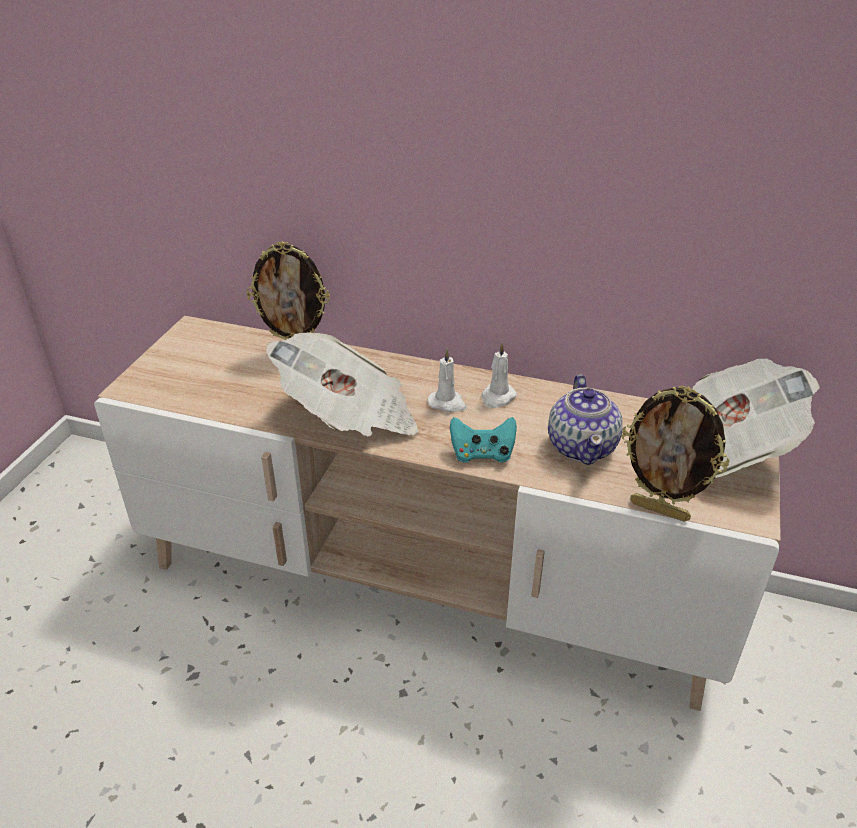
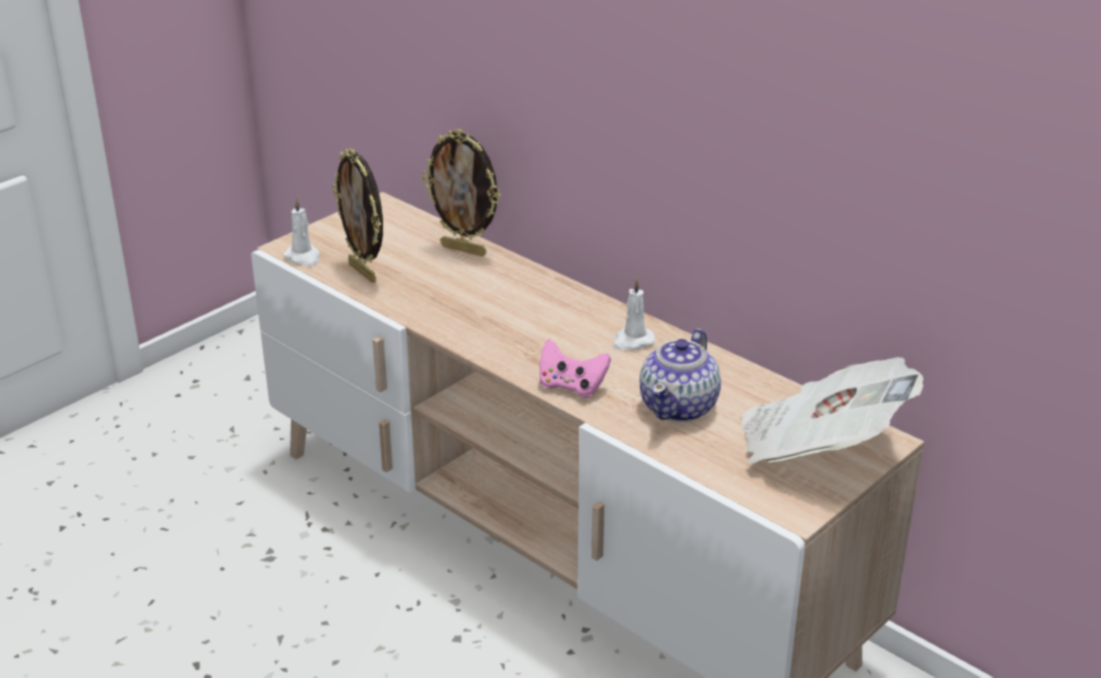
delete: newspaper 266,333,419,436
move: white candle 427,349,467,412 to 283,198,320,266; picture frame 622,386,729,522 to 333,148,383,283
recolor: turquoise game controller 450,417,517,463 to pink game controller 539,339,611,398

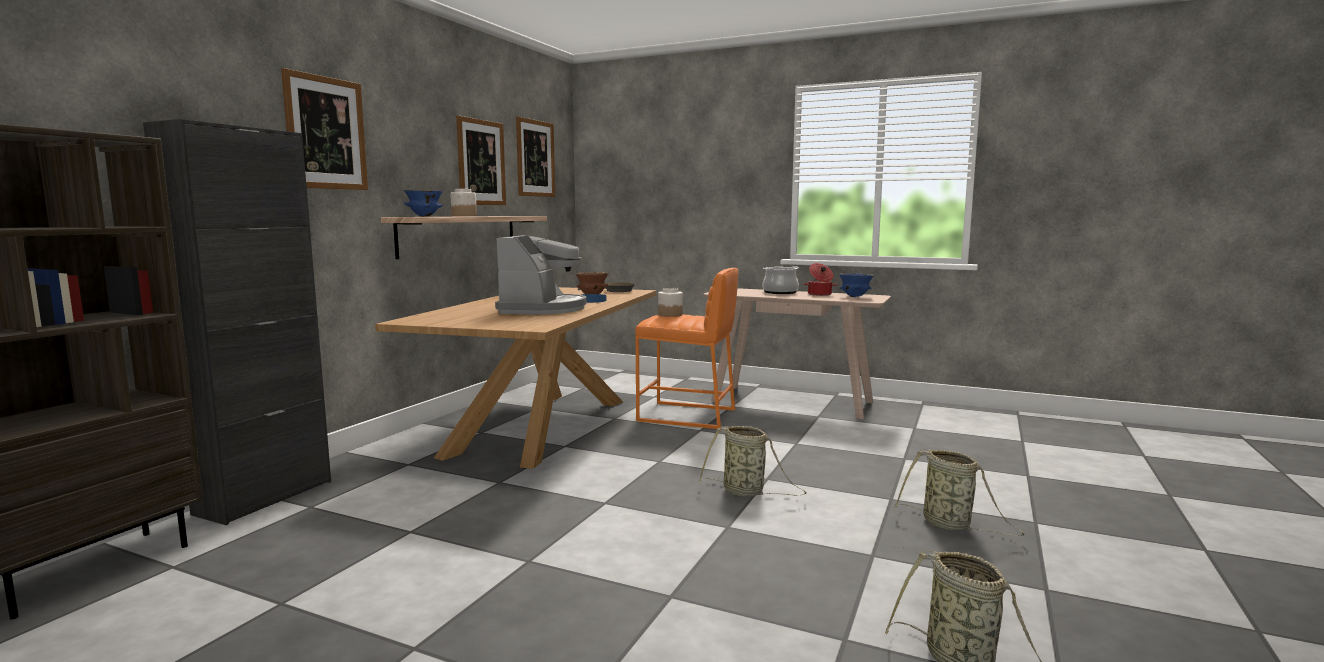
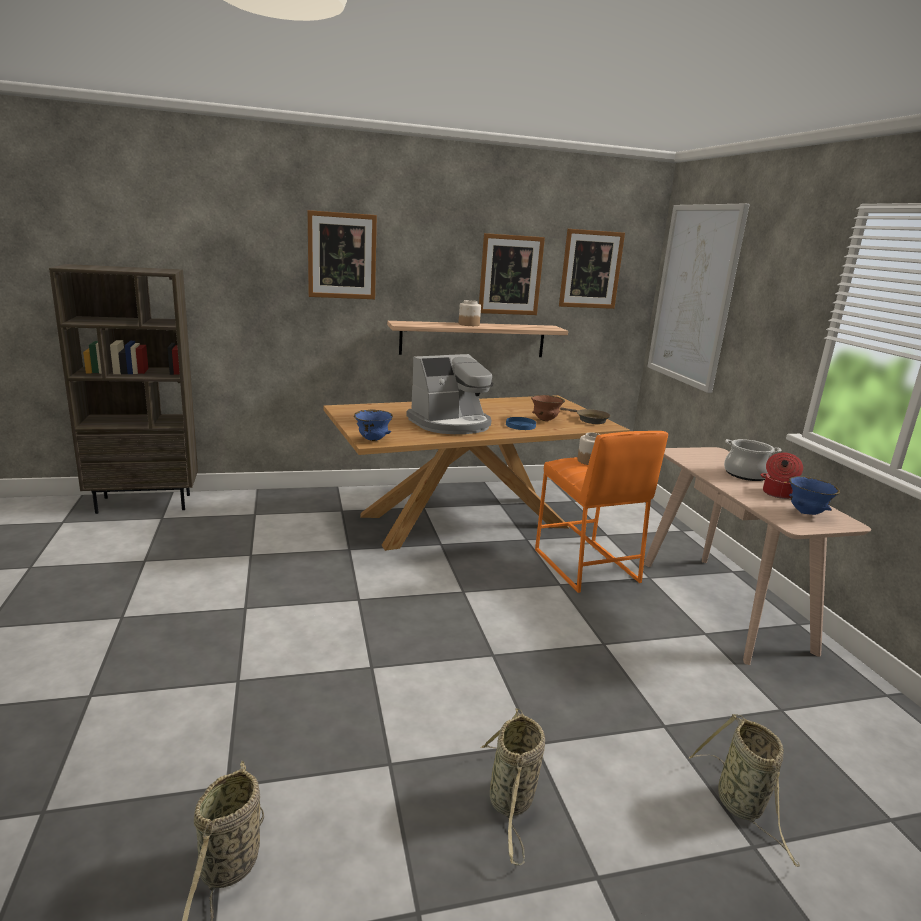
delete: black cabinet 143,119,331,525
insert: picture 647,204,750,393
move: blue bowl 404,190,443,217 to 354,410,393,441; basket 699,426,806,497 to 689,714,800,867

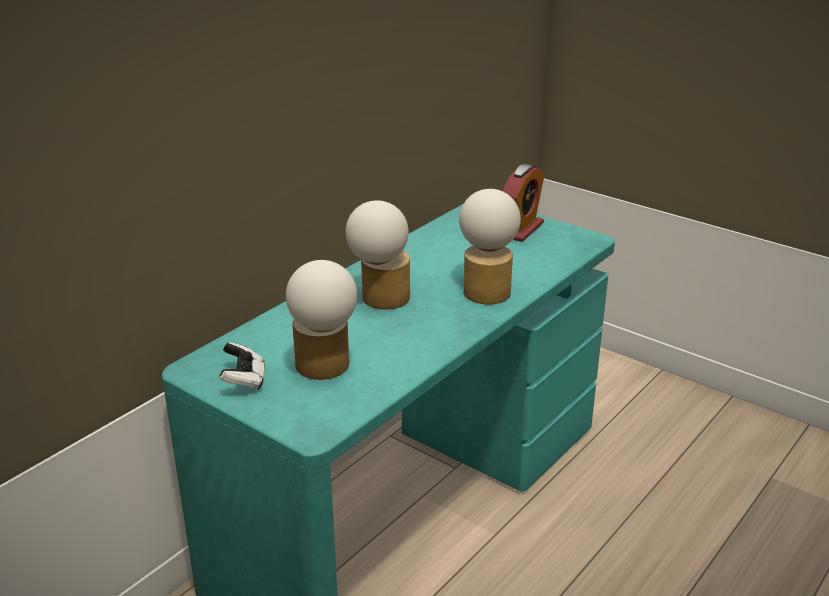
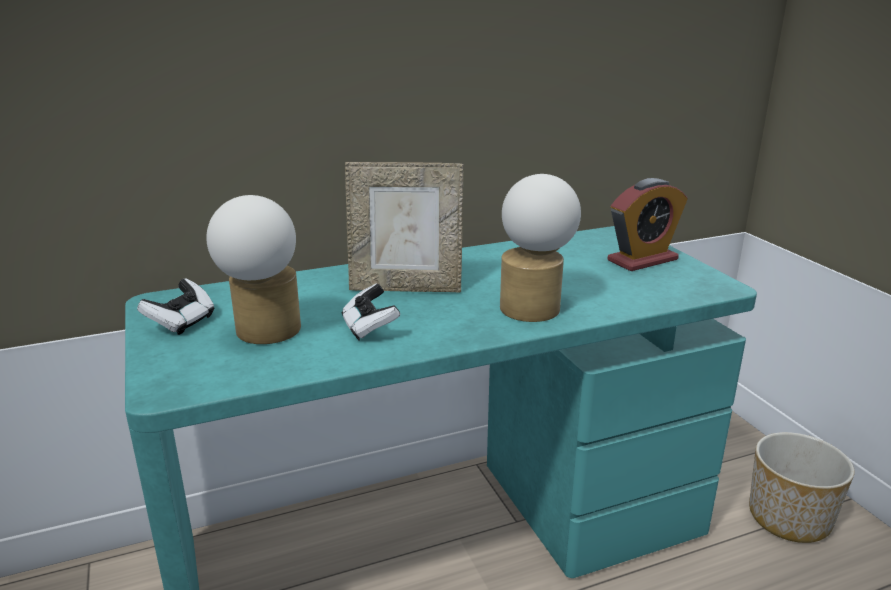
insert: game controller 342,284,400,340; planter 749,432,855,543
replace: table lamp 346,200,410,310 to picture frame 345,162,464,292

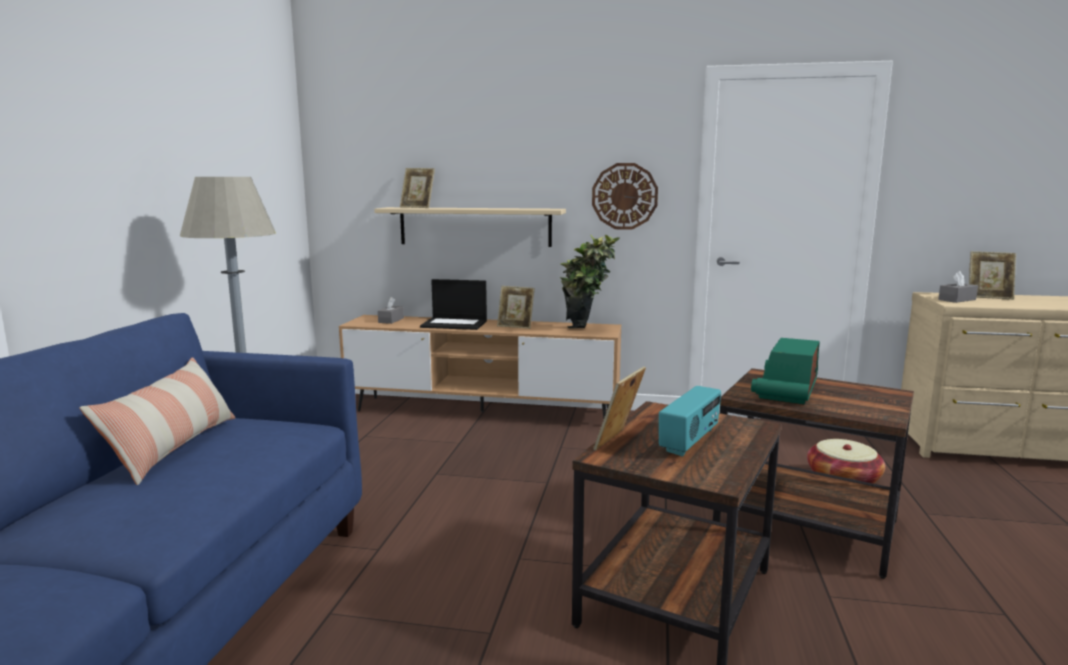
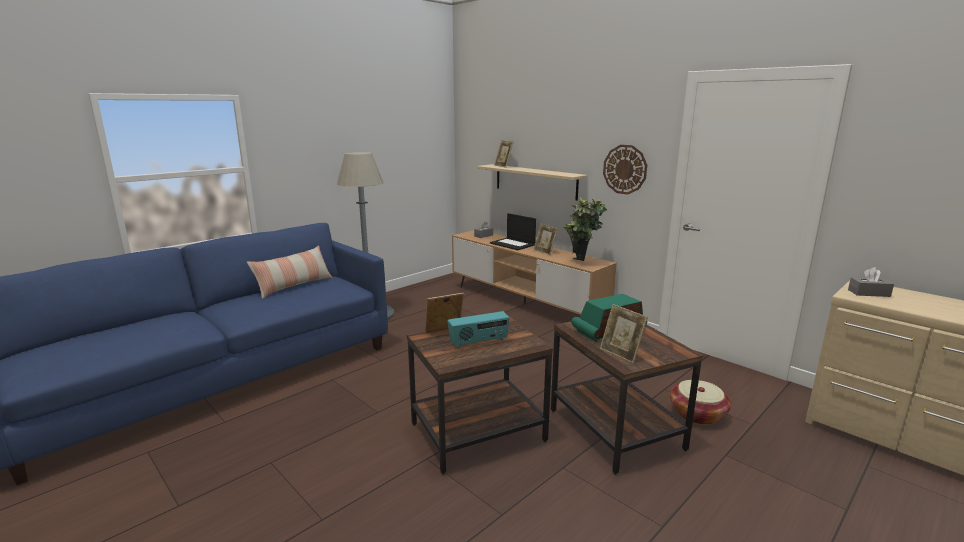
move: picture frame 969,251,1016,299 to 600,304,648,364

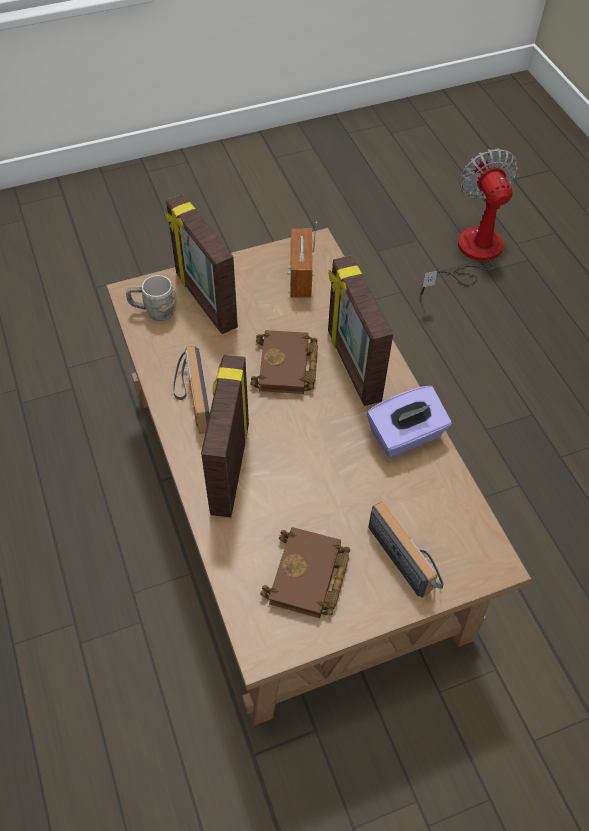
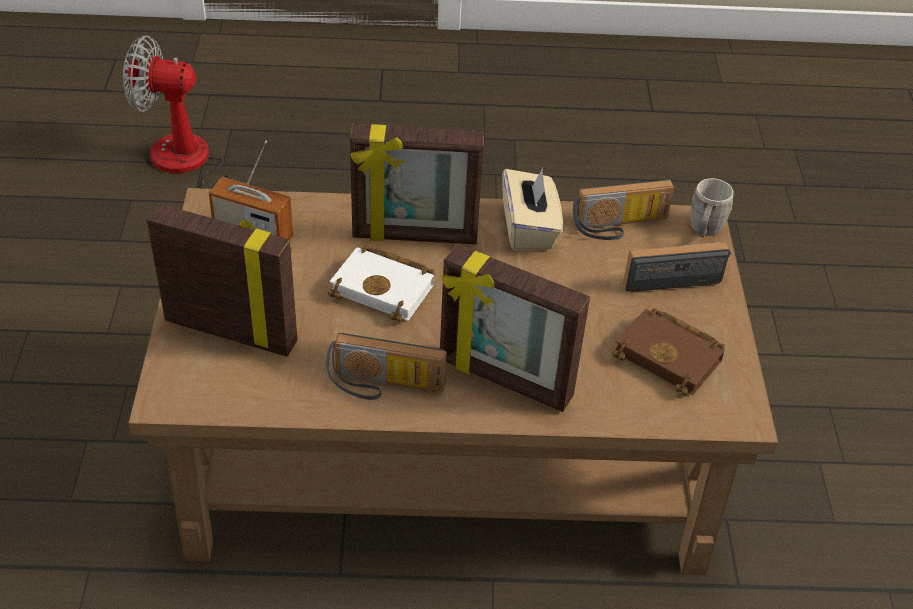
insert: radio 573,180,674,240
move: grey mug 126,275,176,321 to 690,178,734,237
recolor: brown book 250,330,318,394 to white book 328,246,435,322; purple tissue box 367,386,452,458 to beige tissue box 502,168,563,250
rotate: picture frame 164,194,238,334 = 146,204,298,357 150 degrees counterclockwise

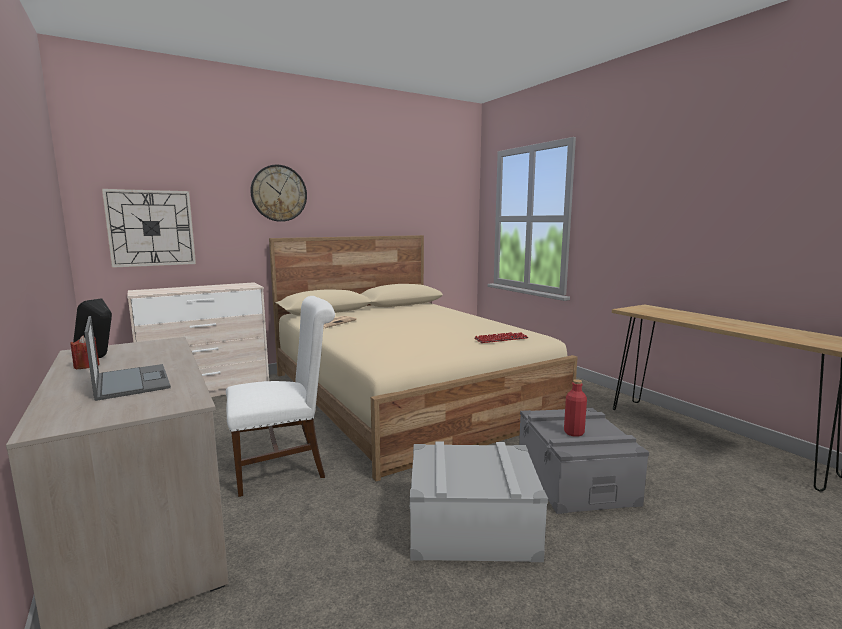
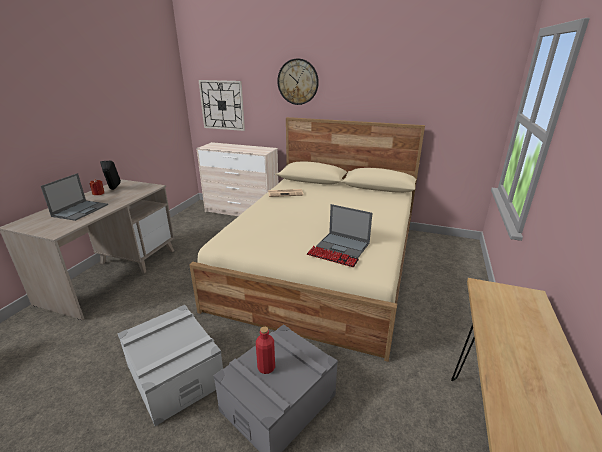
delete: white chair 226,296,335,497
insert: laptop 316,204,372,258

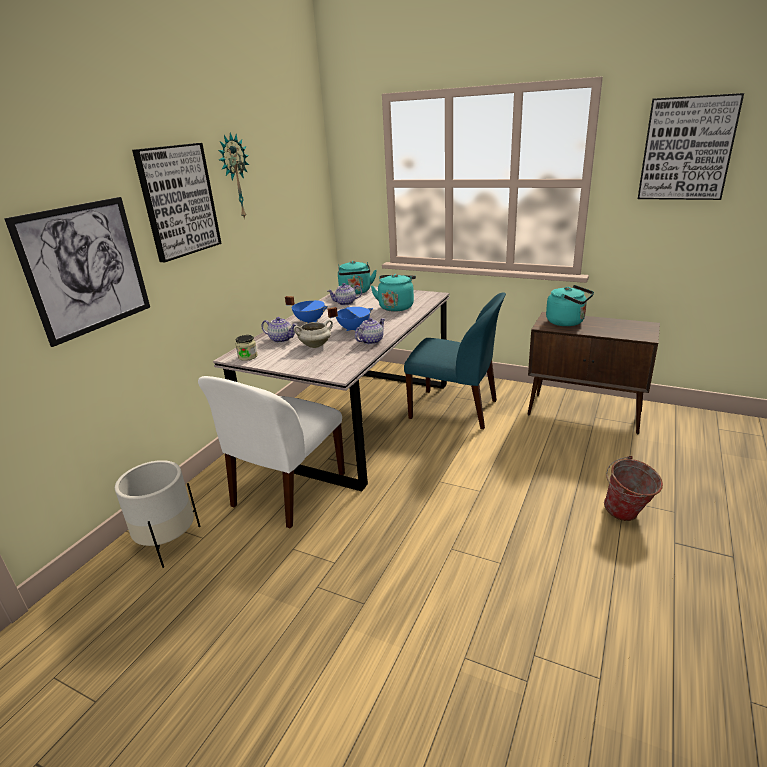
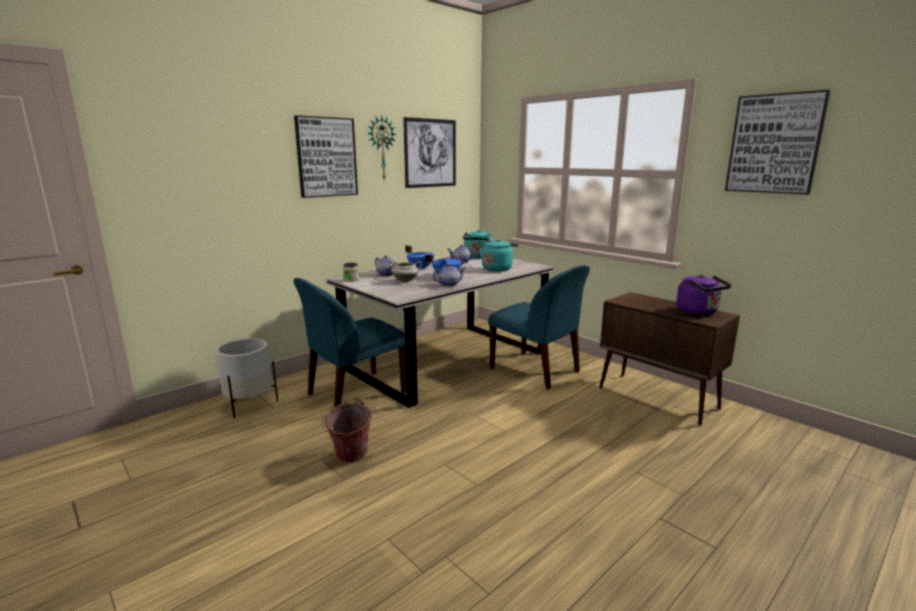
delete: turquoise kettle 546,285,594,326
insert: purple kettle 676,274,731,315
move: picture 4,197,150,347 to 403,117,456,188; bucket 604,456,663,521 to 322,401,372,462
recolor: white chair 198,376,345,529 to blue chair 293,278,406,407

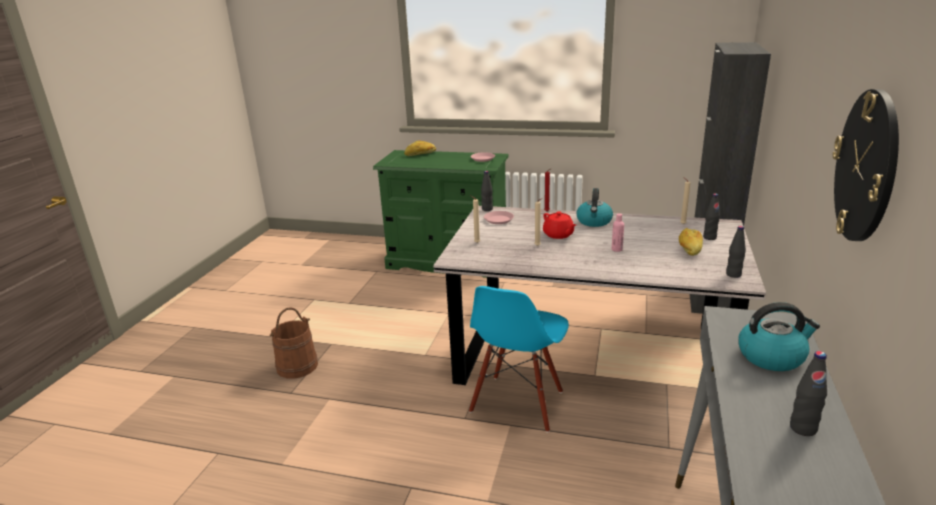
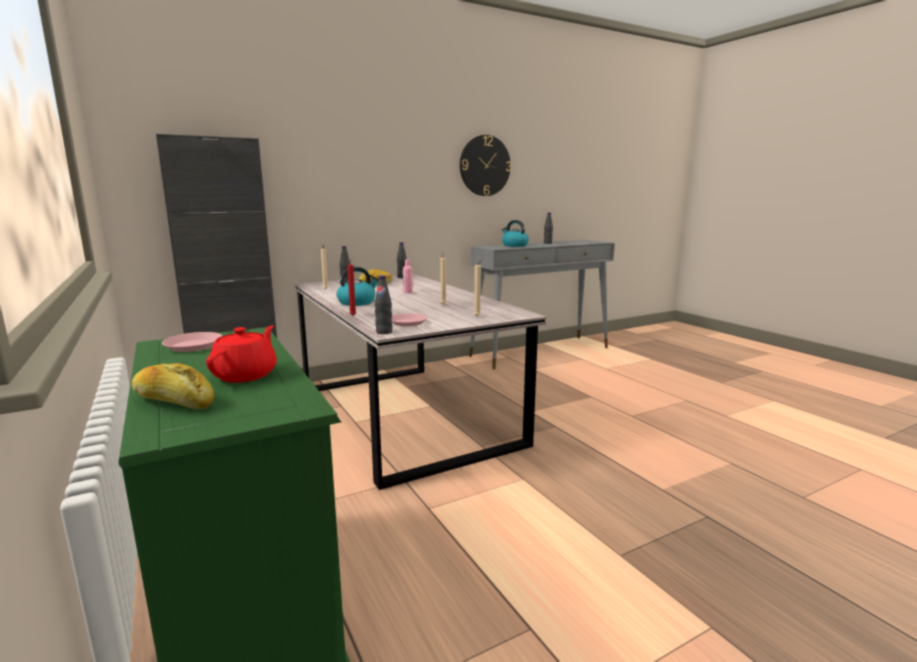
delete: brown bucket 269,307,318,379; blue chair 469,286,569,433
move: red teapot 543,211,576,239 to 206,325,277,383

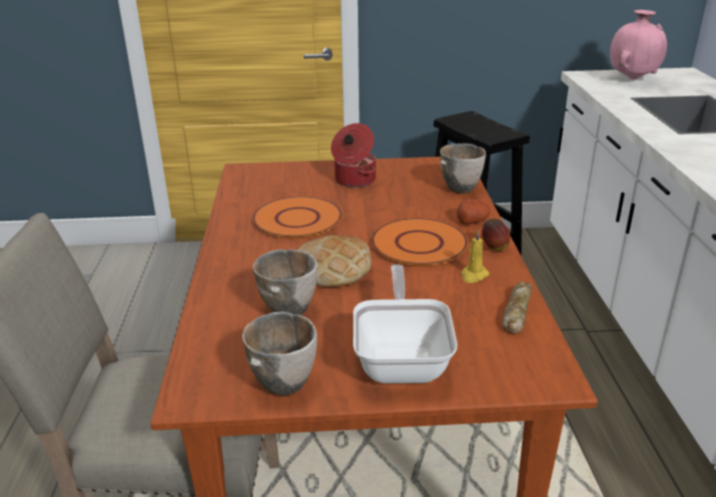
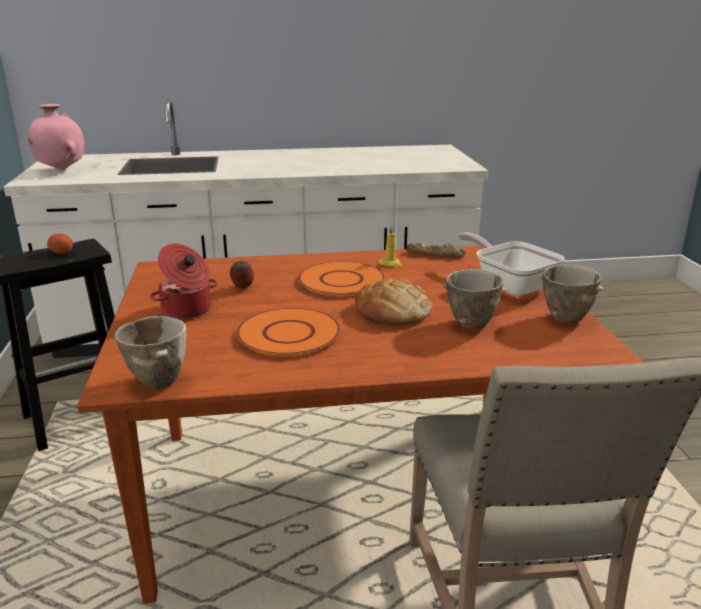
move: bowl 440,143,486,194 to 115,316,186,389; potato 457,199,490,225 to 47,234,73,255; apple 482,219,510,251 to 230,261,254,289
rotate: frying pan 353,264,457,384 = 458,232,565,296 60 degrees clockwise

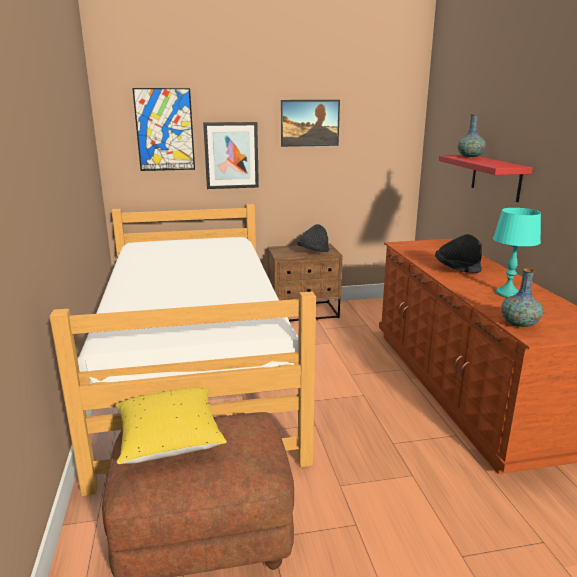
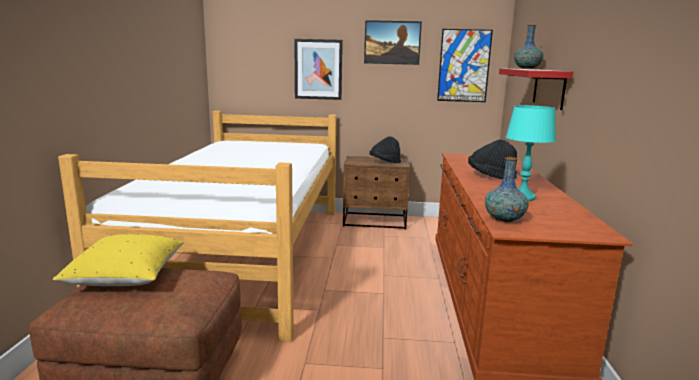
move: picture 132,88,195,171 to 437,29,493,102

